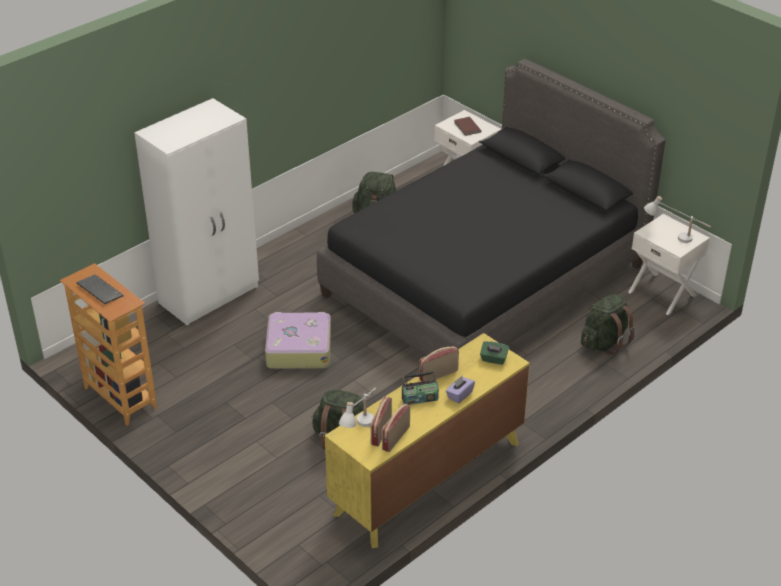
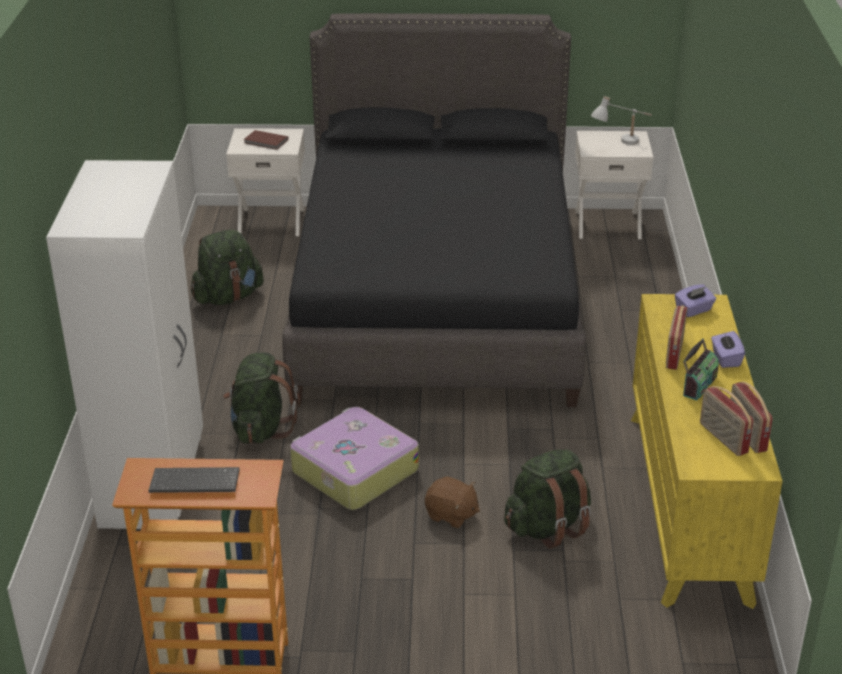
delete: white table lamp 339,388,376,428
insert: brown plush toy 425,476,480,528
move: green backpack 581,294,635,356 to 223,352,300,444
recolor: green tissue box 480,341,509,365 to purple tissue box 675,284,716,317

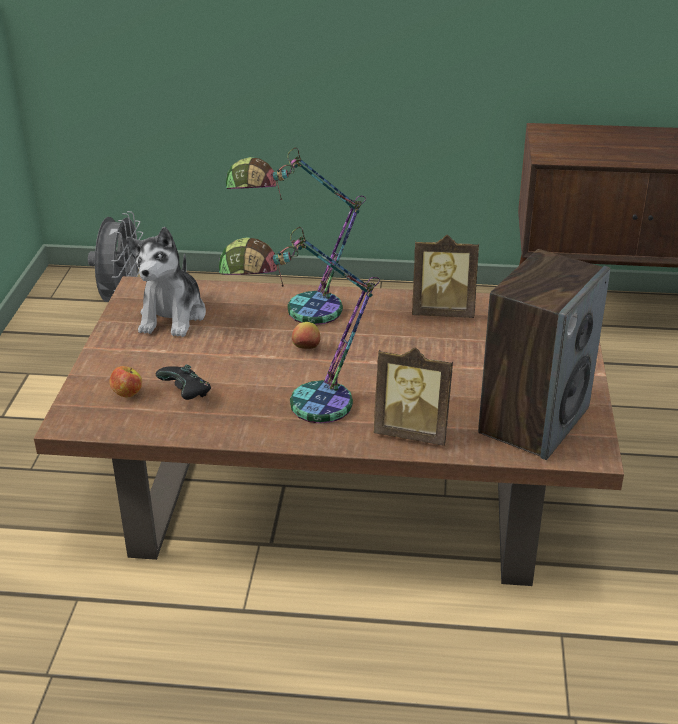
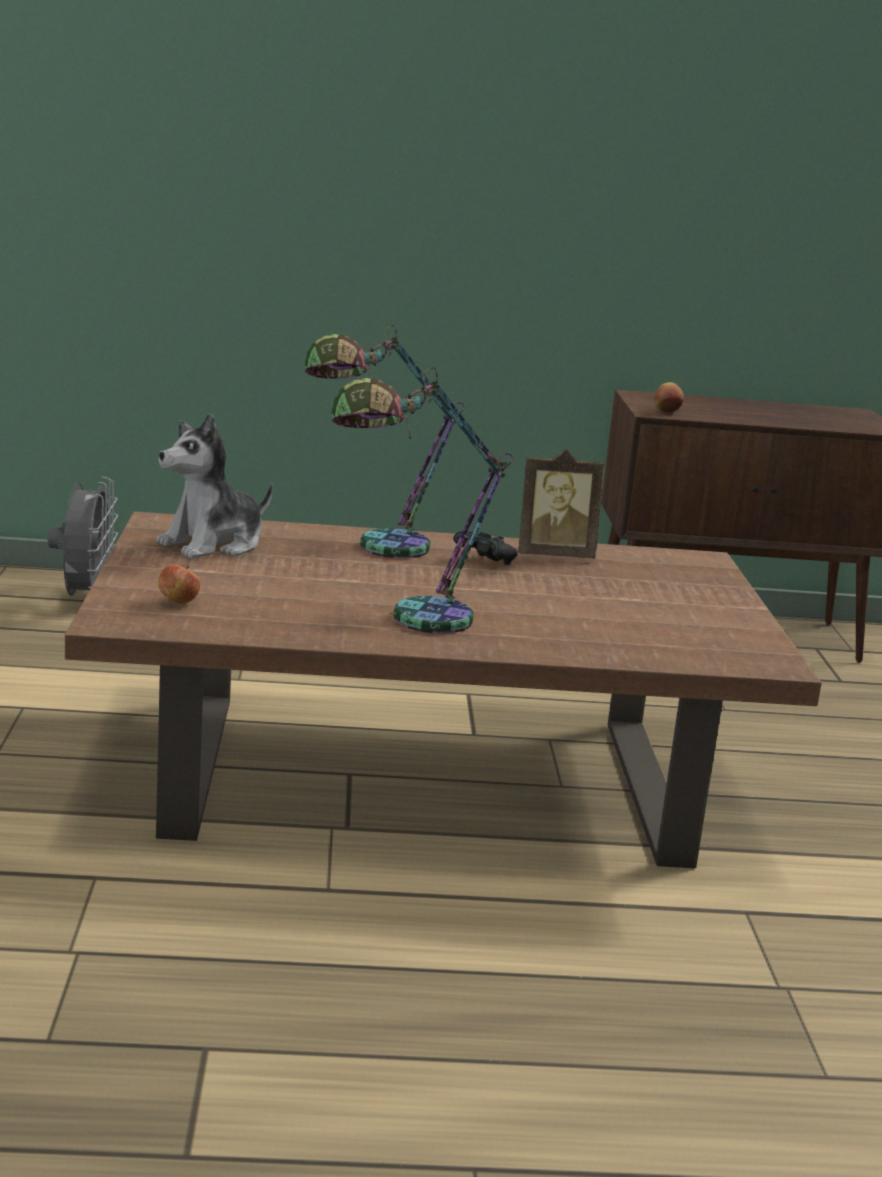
delete: picture frame 373,347,453,446; speaker 478,249,611,460
move: black game controller 156,364,211,400 to 453,531,518,565; apple 292,322,320,349 to 654,382,684,412
rotate: plush toy 126,227,206,337 = 157,413,273,559 45 degrees clockwise

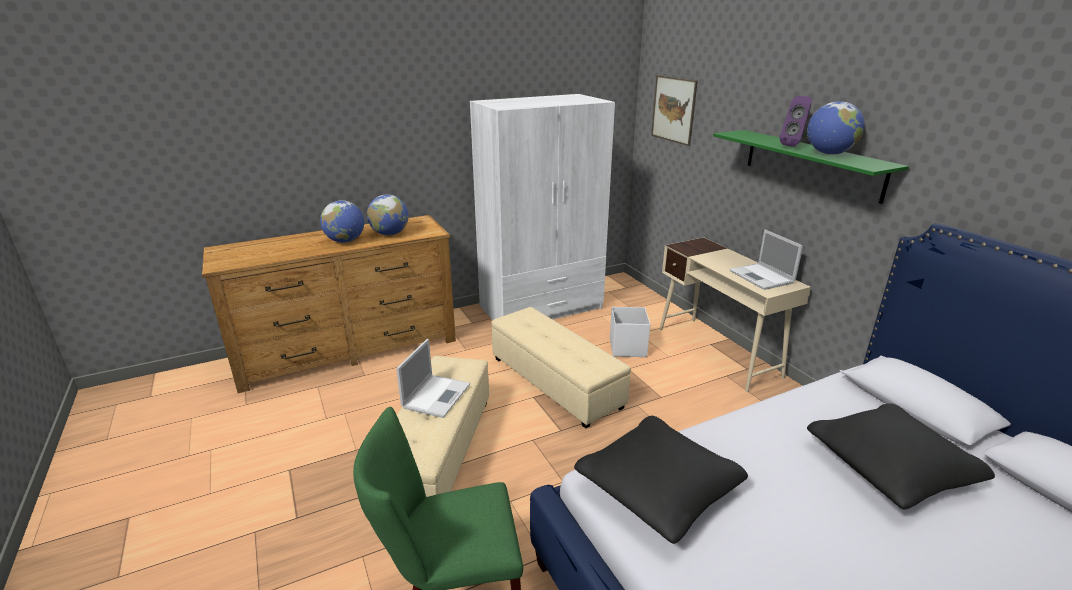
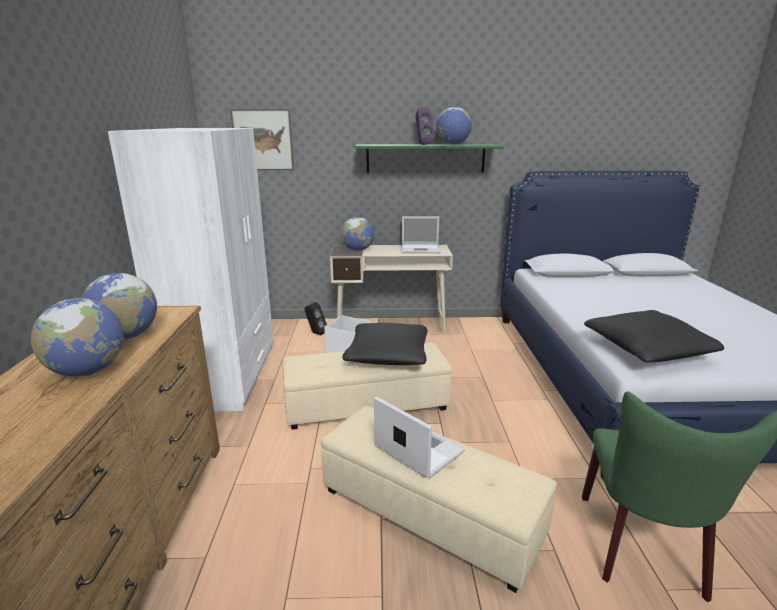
insert: black speaker 304,302,327,335; globe 341,217,374,251
move: black pillow 807,403,995,510 to 342,323,428,365

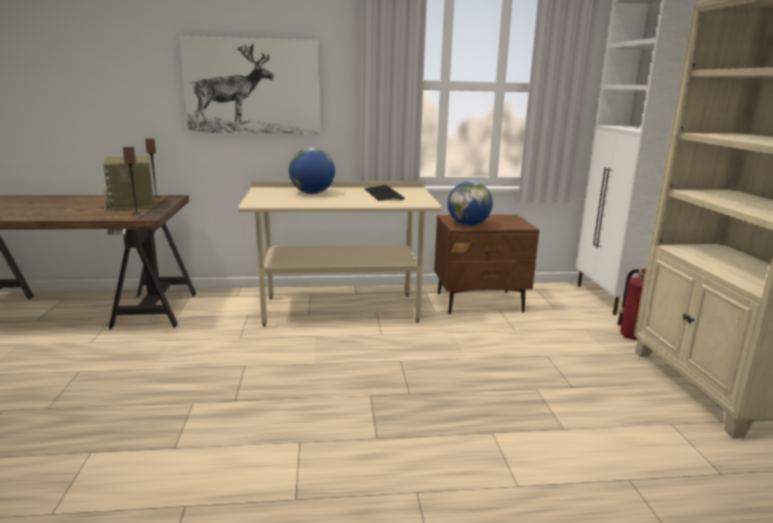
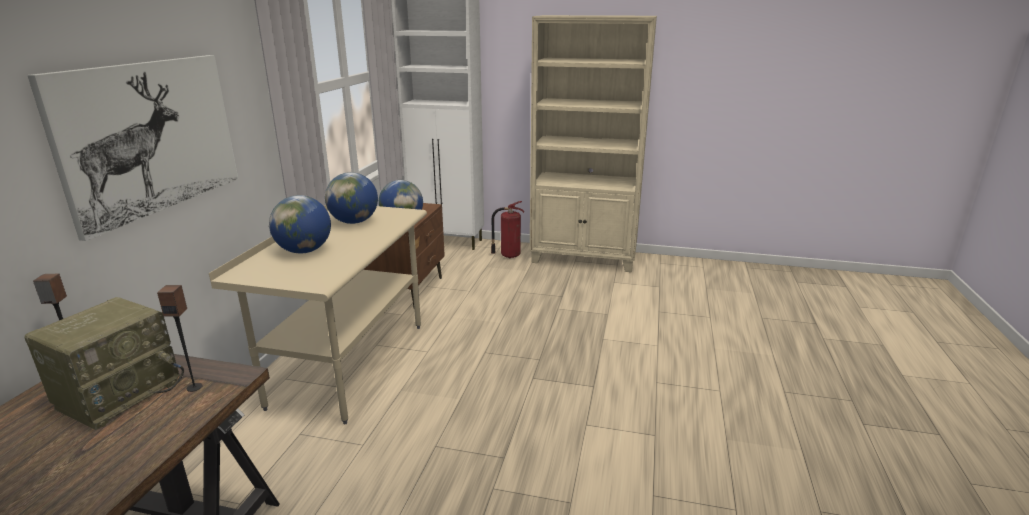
replace: keyboard 364,185,405,201 to globe 325,172,378,224
rotate: radio 103,156,154,211 = 24,297,184,430 60 degrees counterclockwise

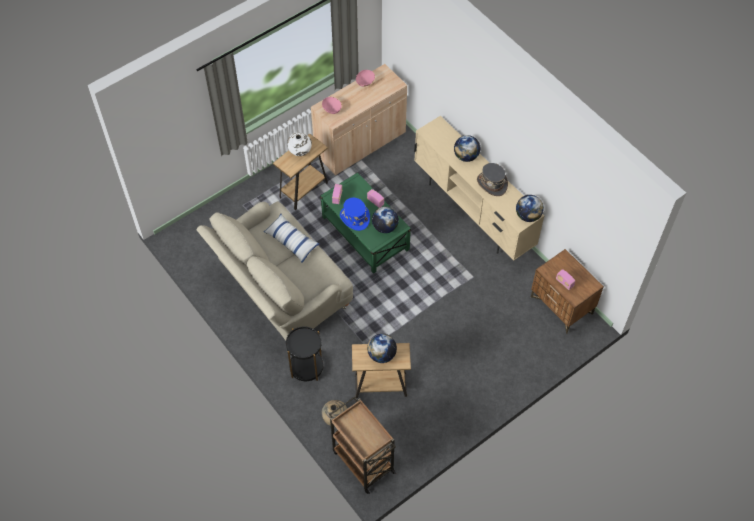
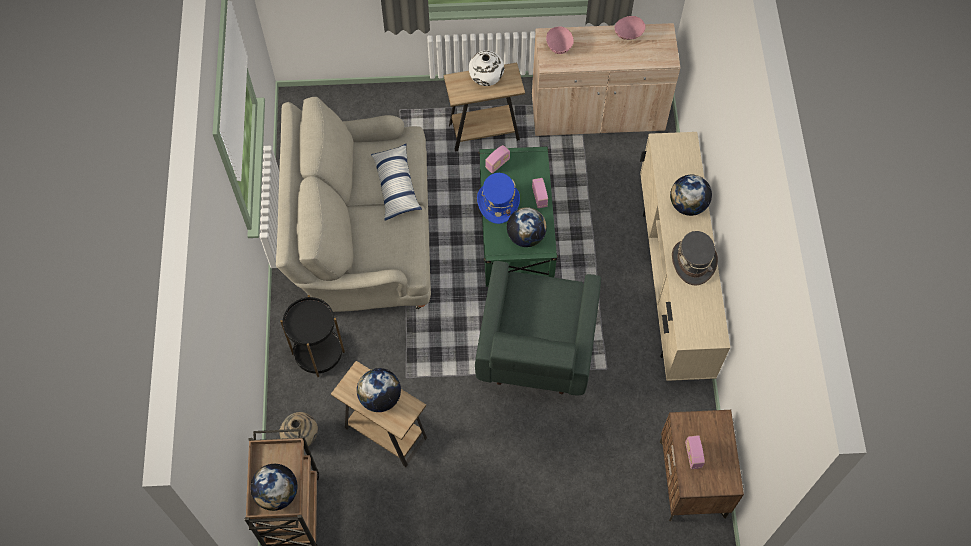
insert: green armchair 475,261,601,395
move: globe 516,195,544,222 to 250,464,298,511

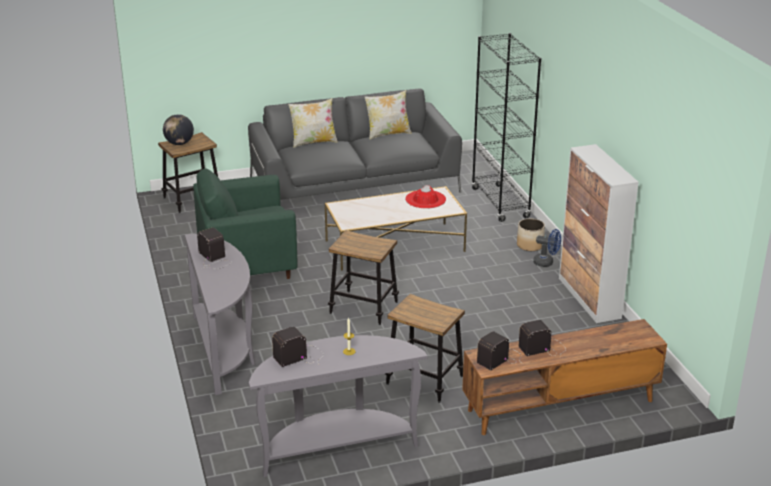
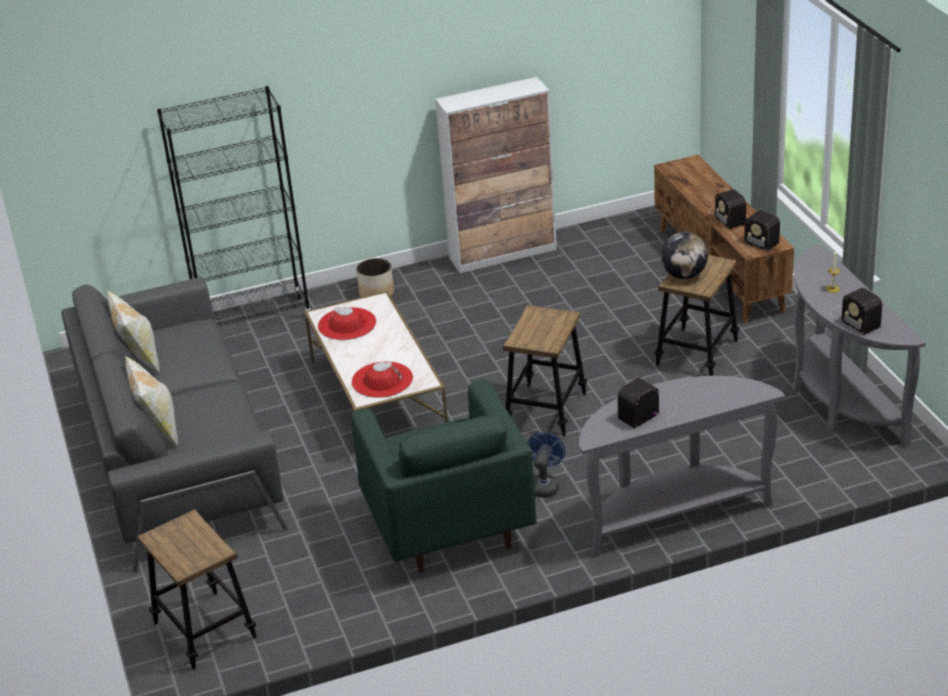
insert: red hat 352,361,413,398
move: globe 163,114,194,145 to 661,232,708,279; blue fan 533,229,561,267 to 527,432,565,498

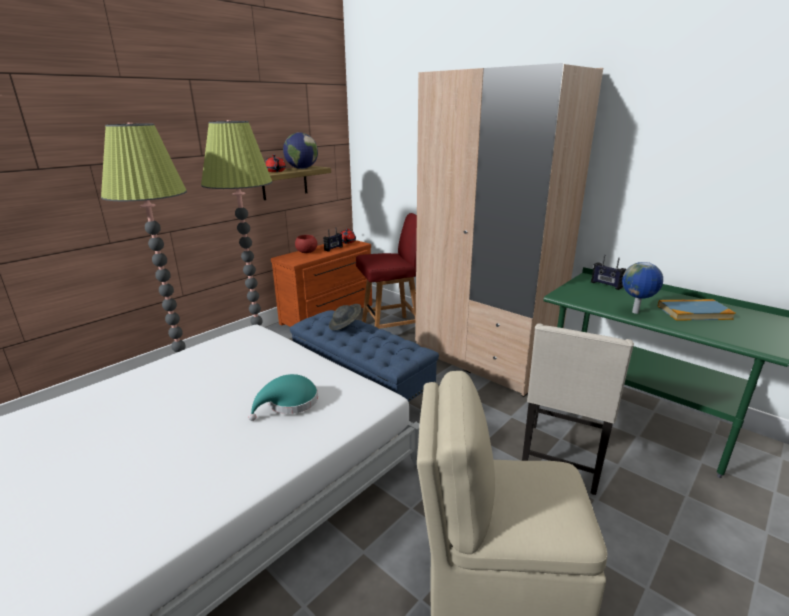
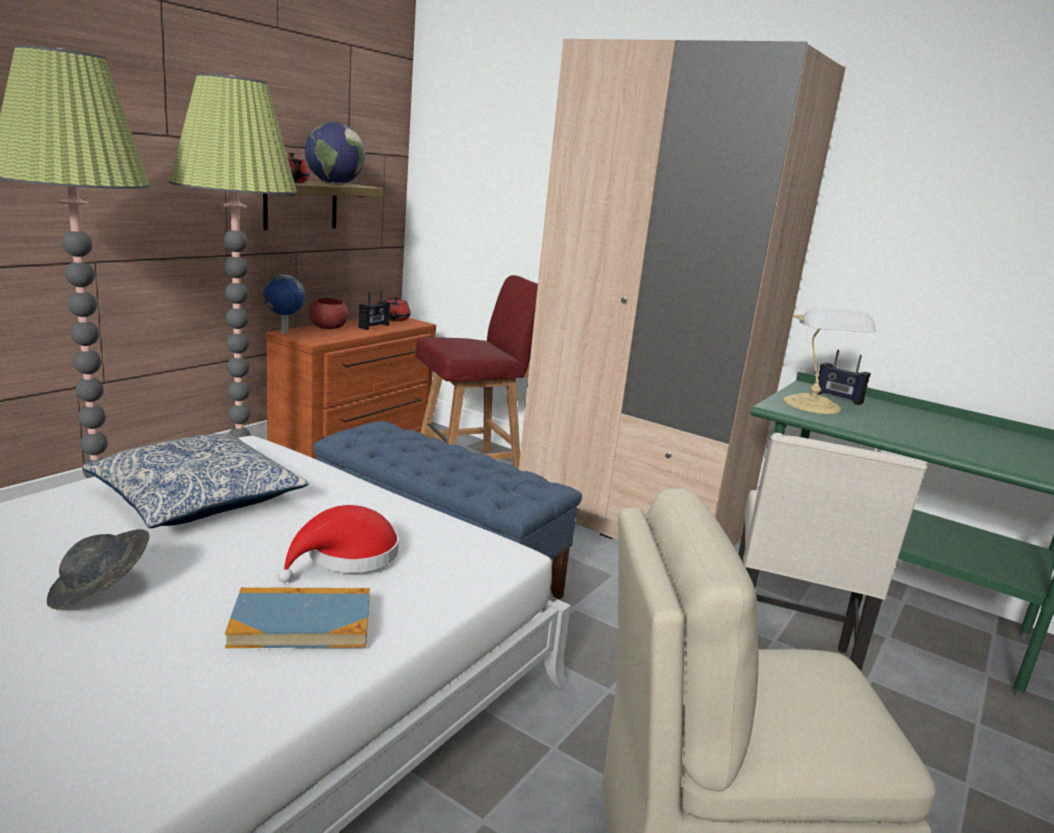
insert: pillow 82,434,309,528; table lamp 783,308,876,414
move: grey hat 329,304,361,330 to 47,529,149,609; globe 622,262,663,314 to 263,274,305,334; book 658,299,736,321 to 225,587,370,648
recolor: turquoise hat 248,374,318,421 to red hat 278,505,399,582

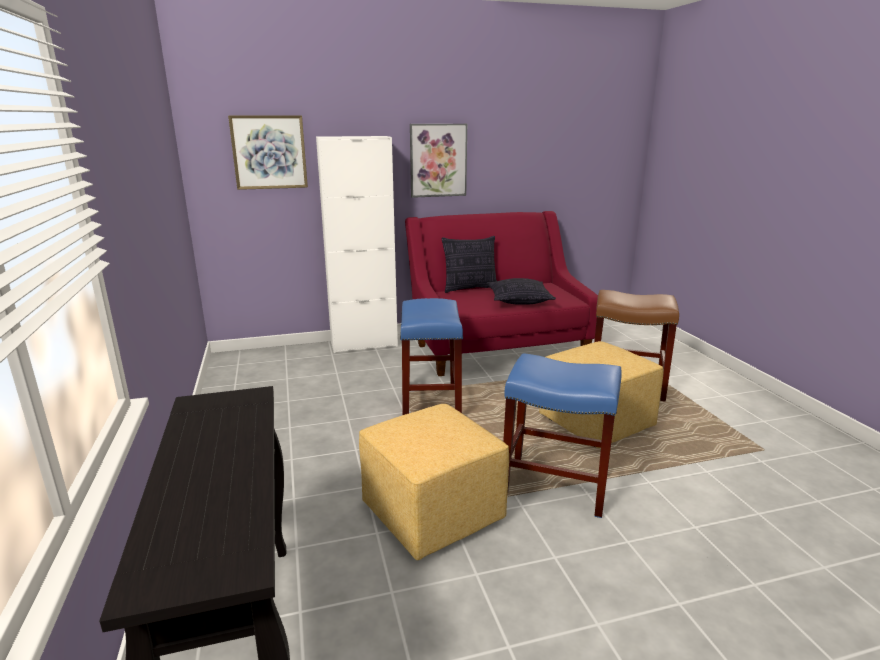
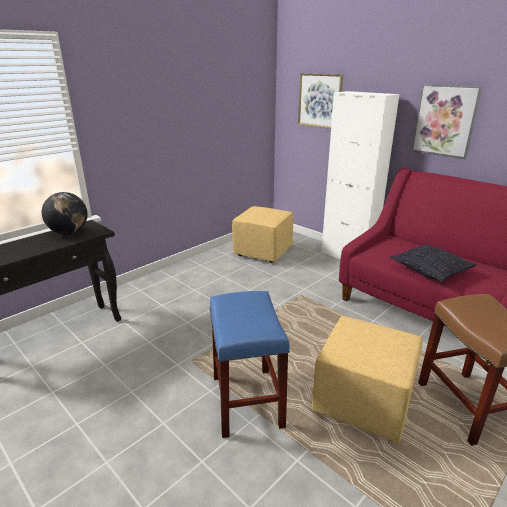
delete: blue stool 400,298,463,415; pillow 442,236,497,293
insert: globe 42,192,88,234
move: yellow ottoman 359,404,509,560 to 232,206,293,263

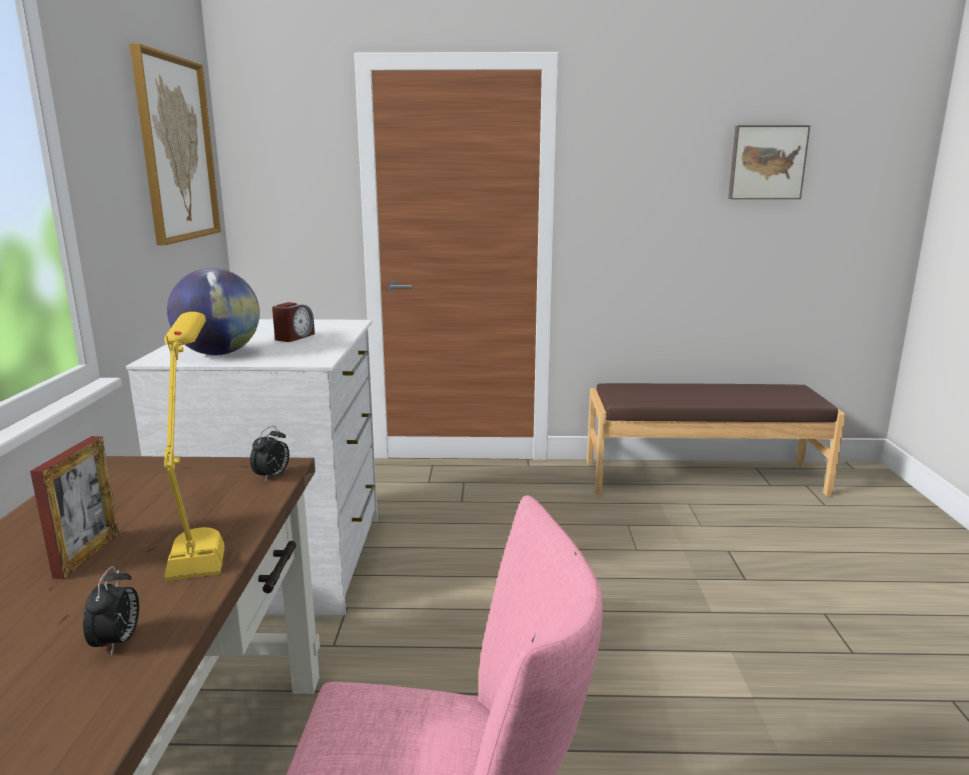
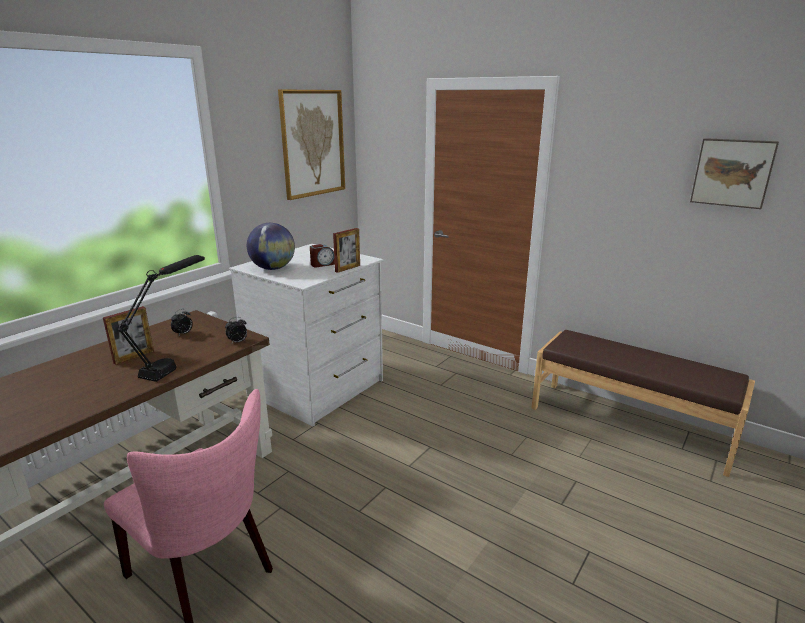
insert: picture frame 333,228,360,273
move: alarm clock 83,566,139,656 to 171,309,193,335
recolor: yellow table lamp 164,312,225,581 to black table lamp 117,255,205,382

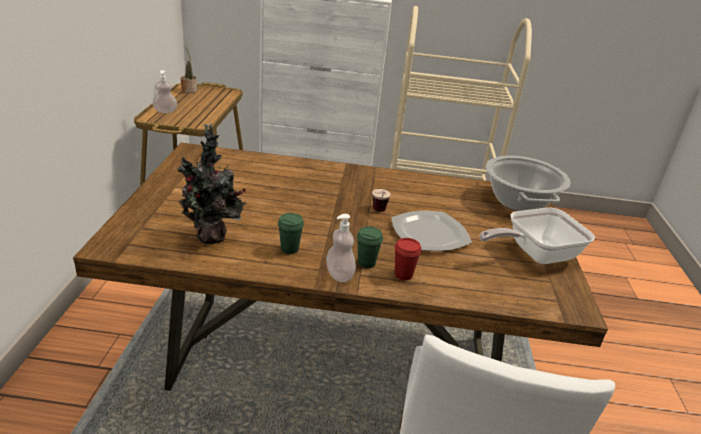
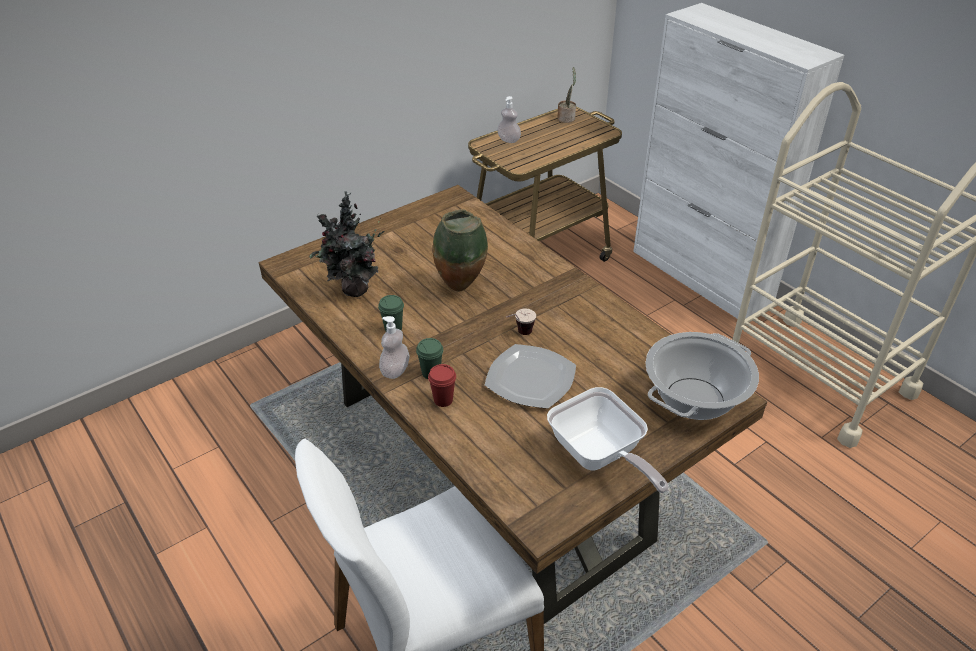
insert: vase 433,209,488,291
rotate: frying pan 480,208,595,264 = 547,387,669,493 150 degrees counterclockwise

